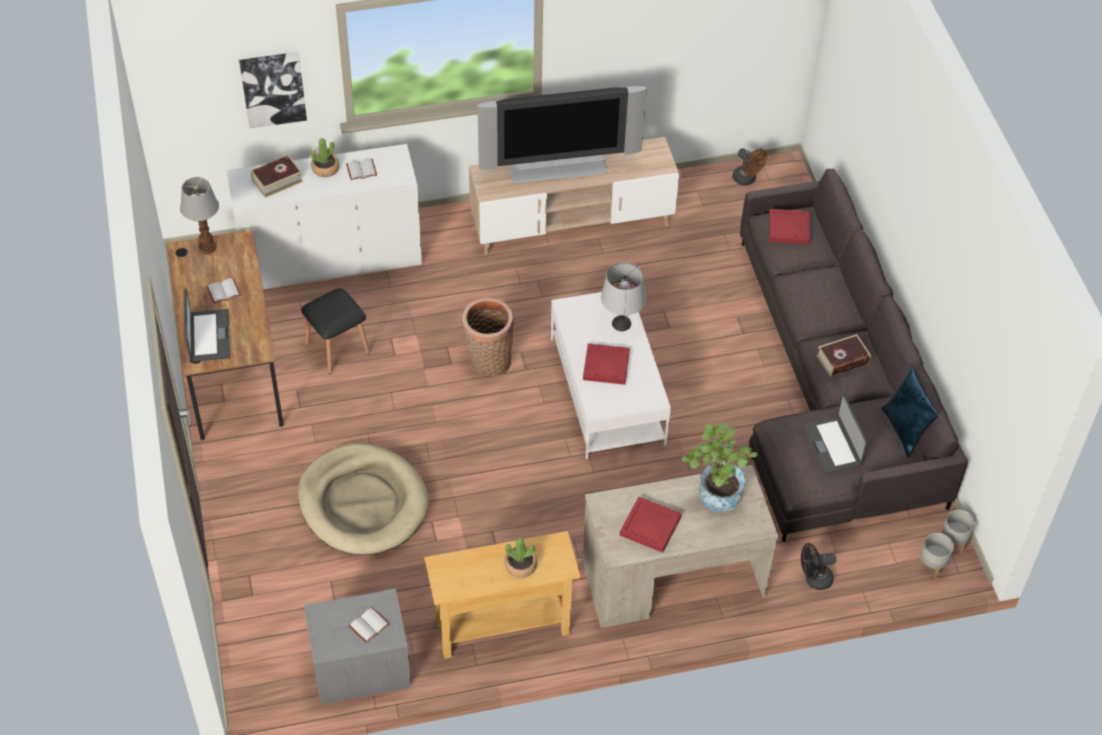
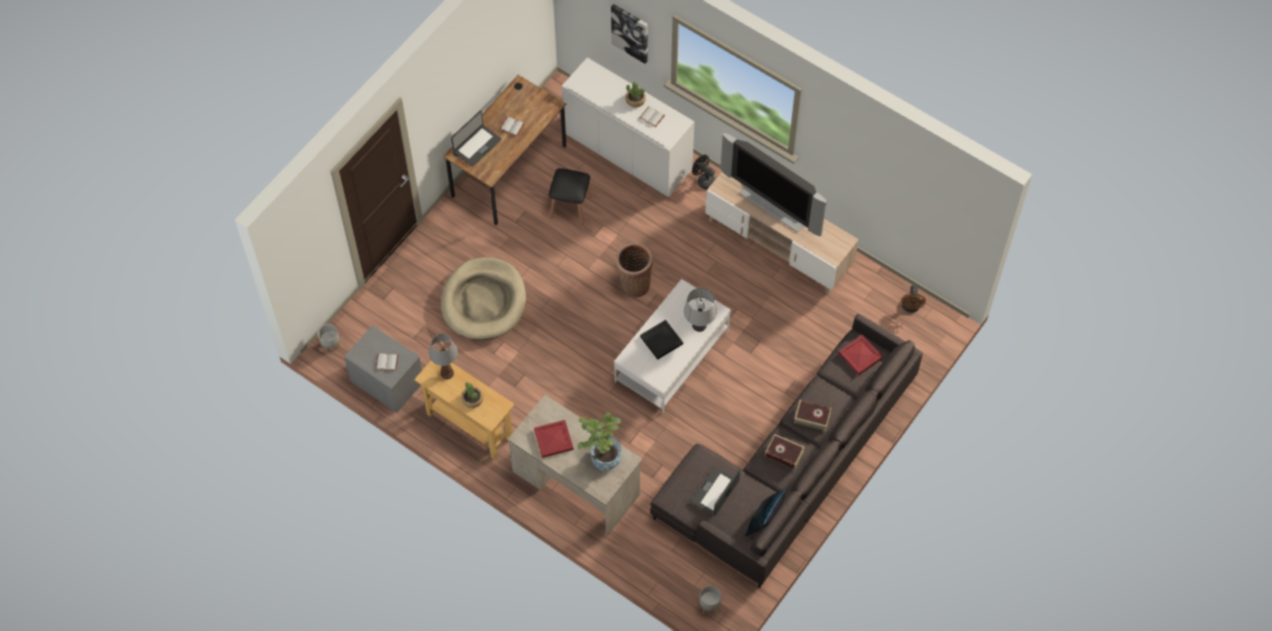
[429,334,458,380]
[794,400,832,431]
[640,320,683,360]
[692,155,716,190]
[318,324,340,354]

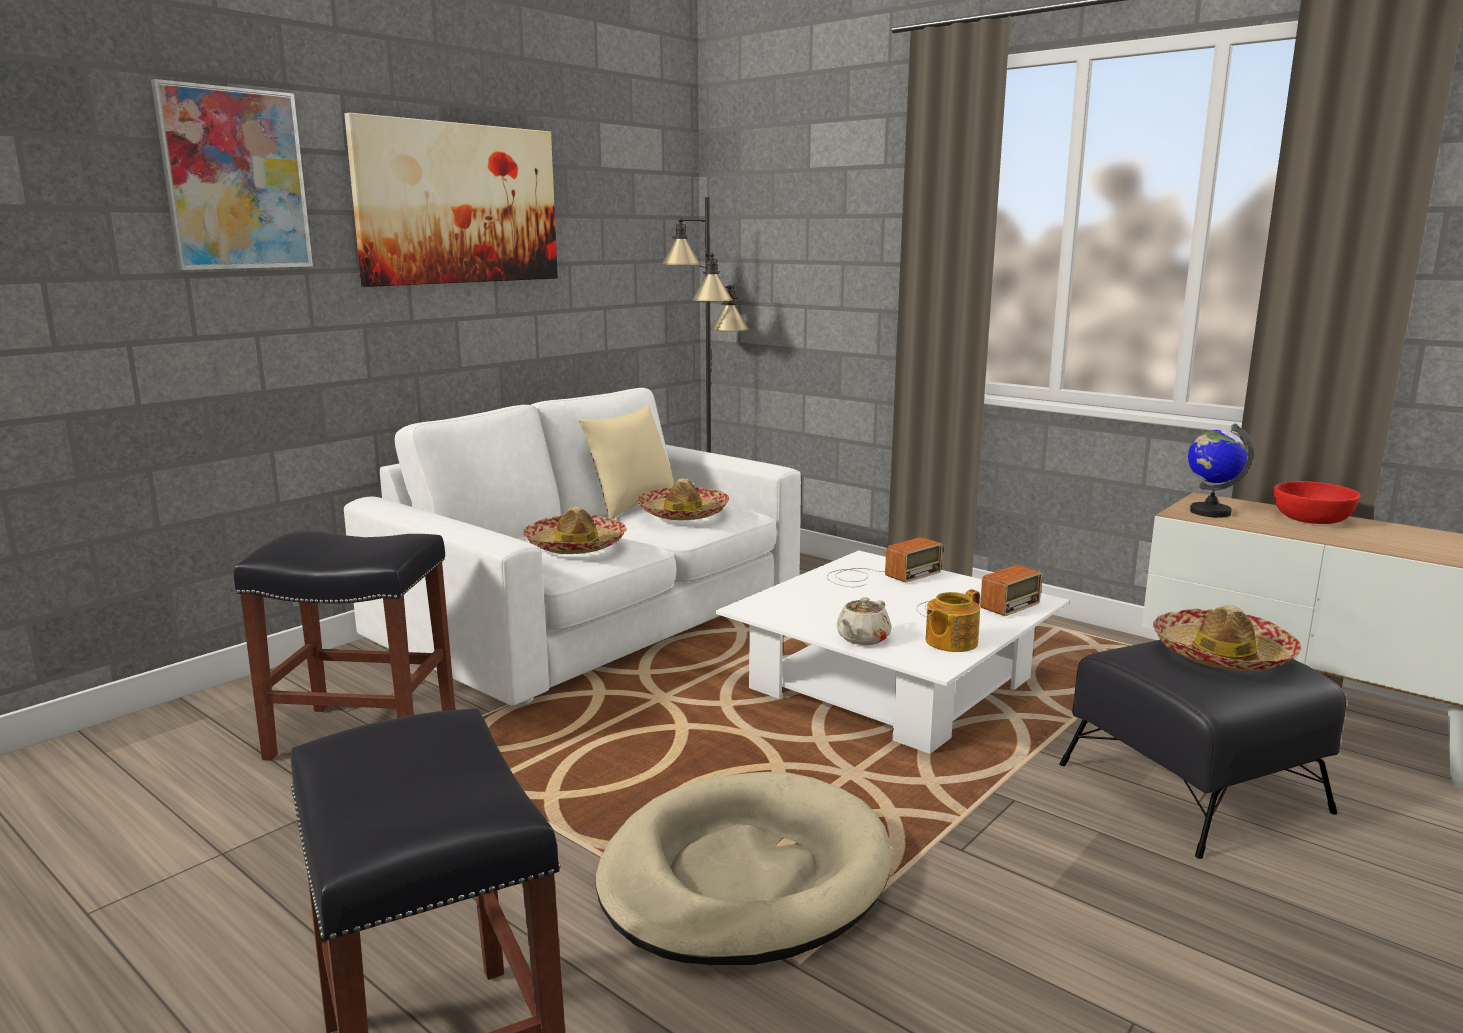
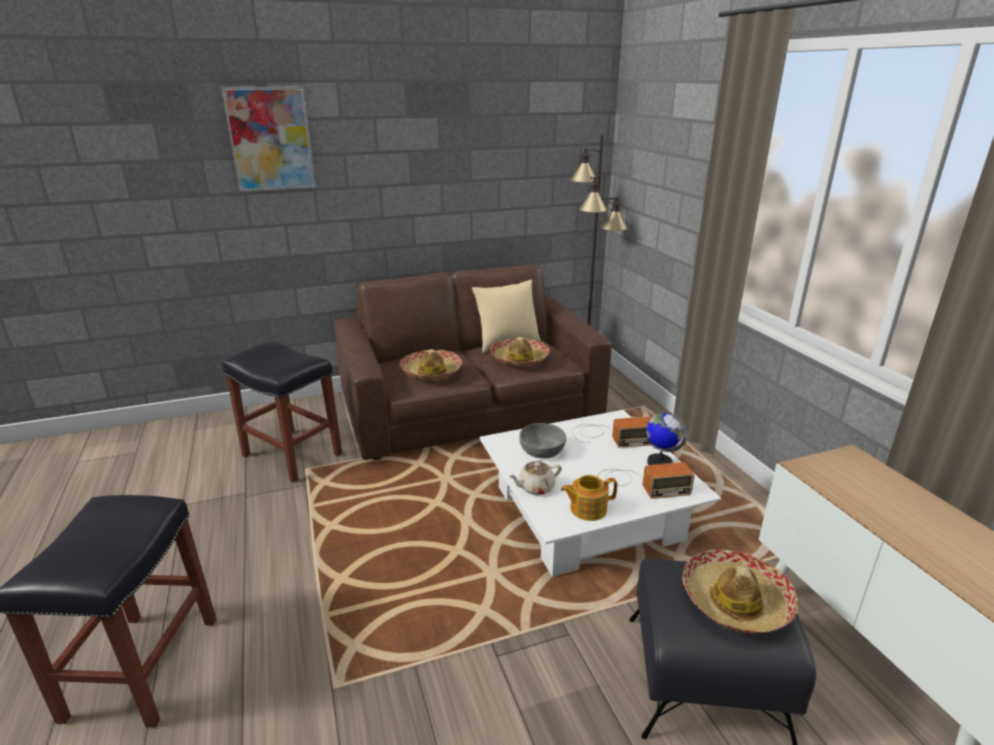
[344,113,558,287] (first image)
[334,265,612,460]
[596,772,892,965] (first image)
[646,413,688,465]
[1274,481,1360,524] (first image)
[519,423,566,458]

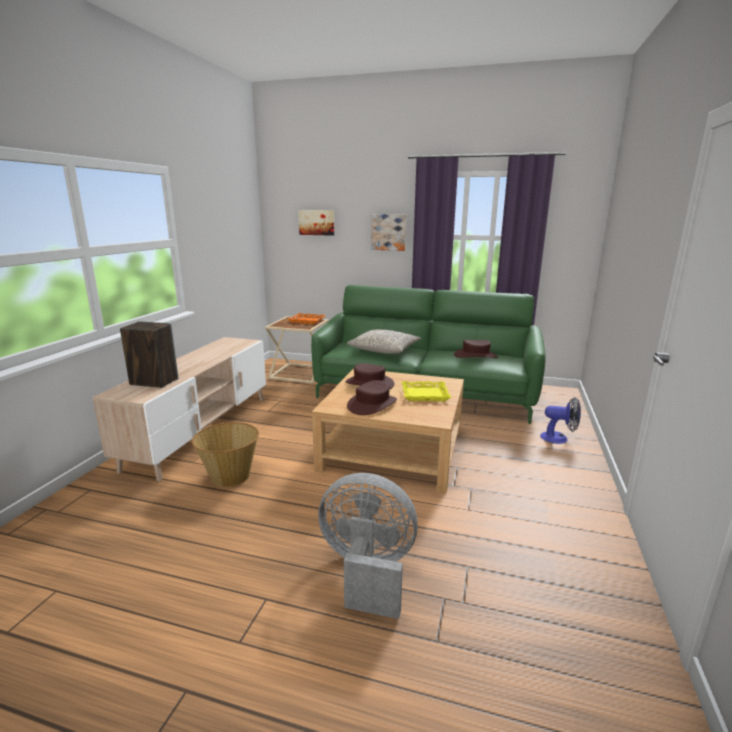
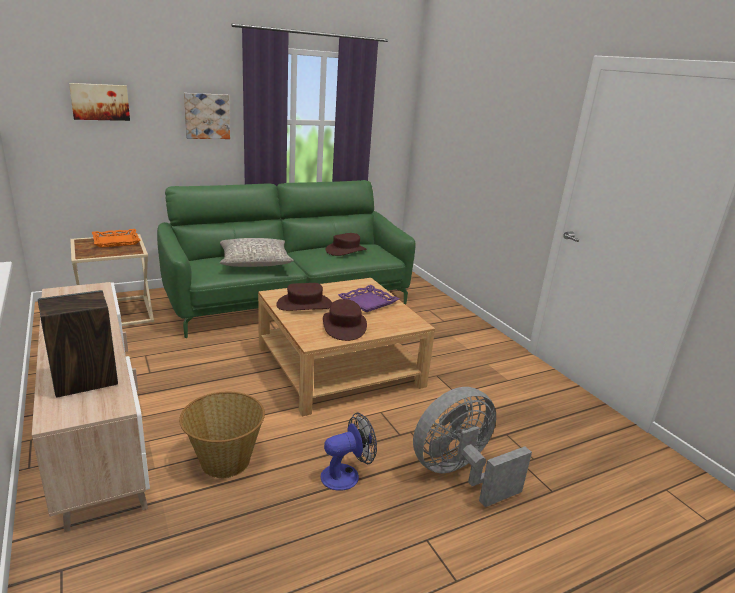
[338,285,399,312]
[321,413,377,491]

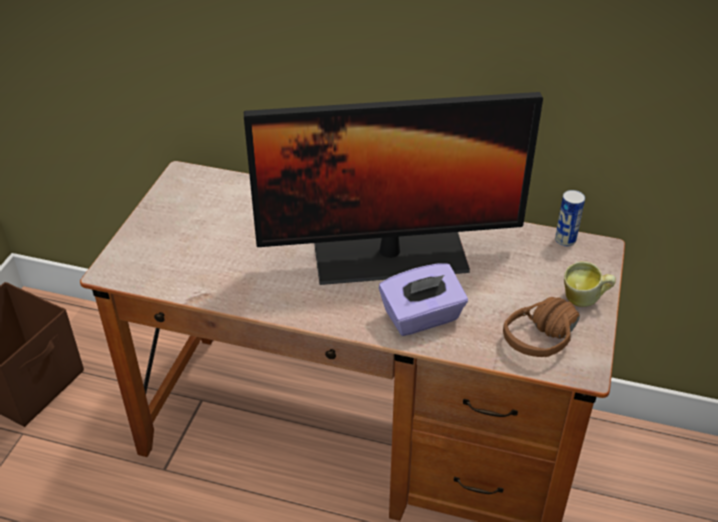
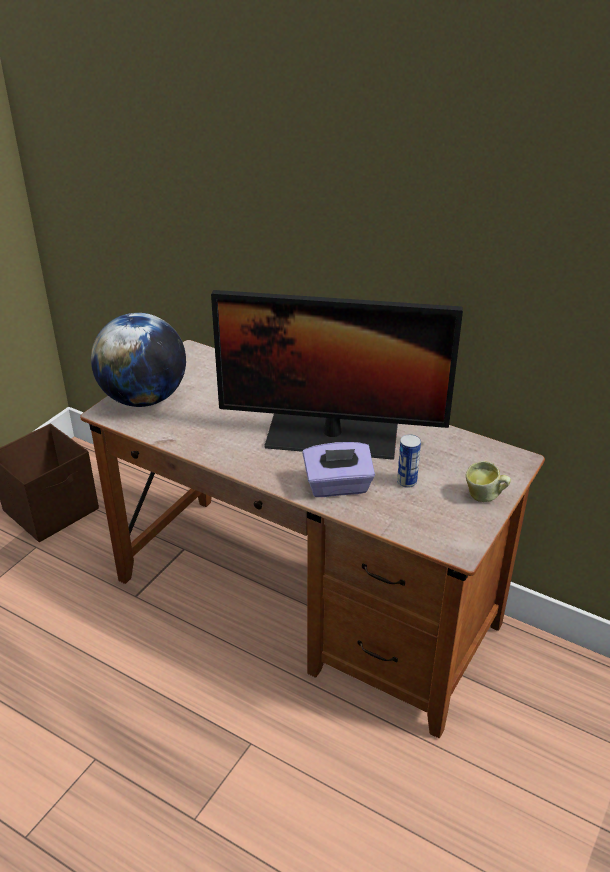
[503,297,580,357] (first image)
[397,434,421,488]
[91,313,186,407]

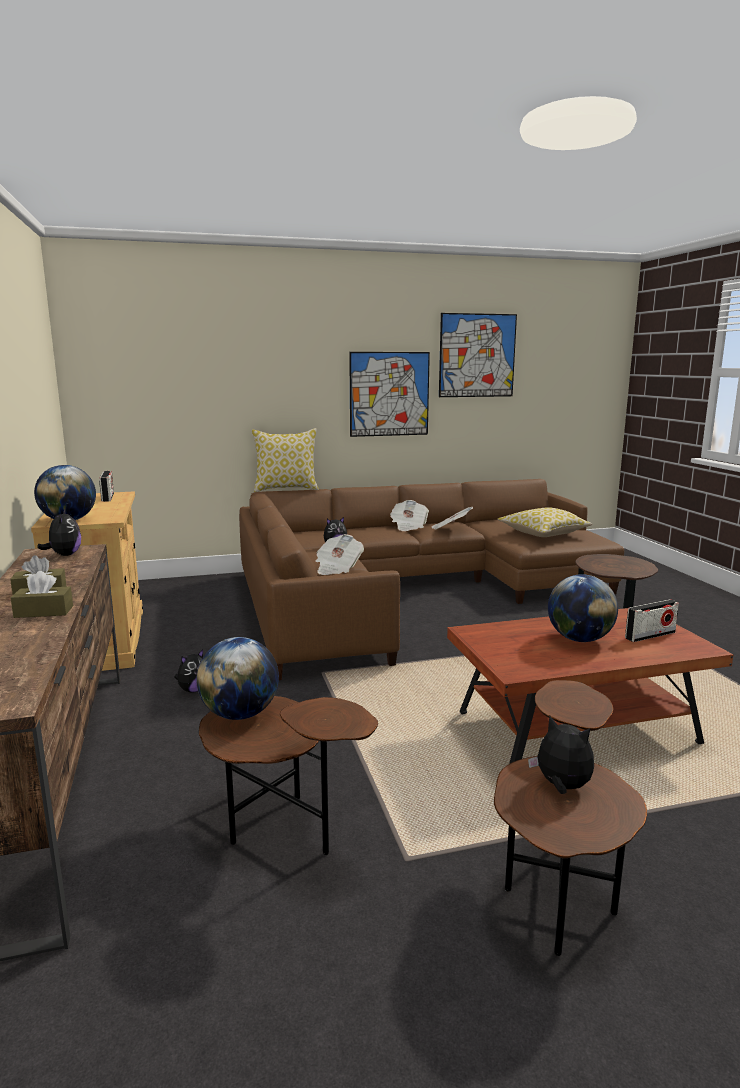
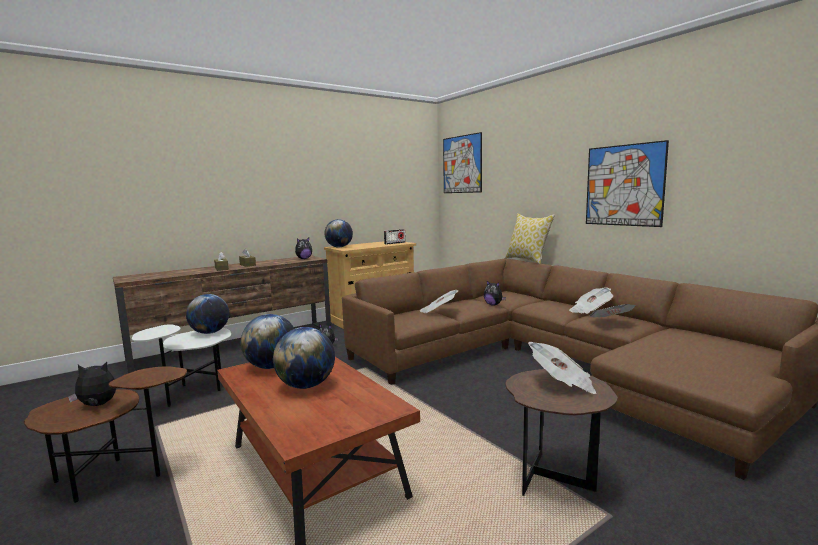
[132,324,231,407]
[443,132,482,193]
[497,507,593,537] (first image)
[68,362,116,406]
[625,600,679,642] (first image)
[241,314,294,369]
[528,342,596,394]

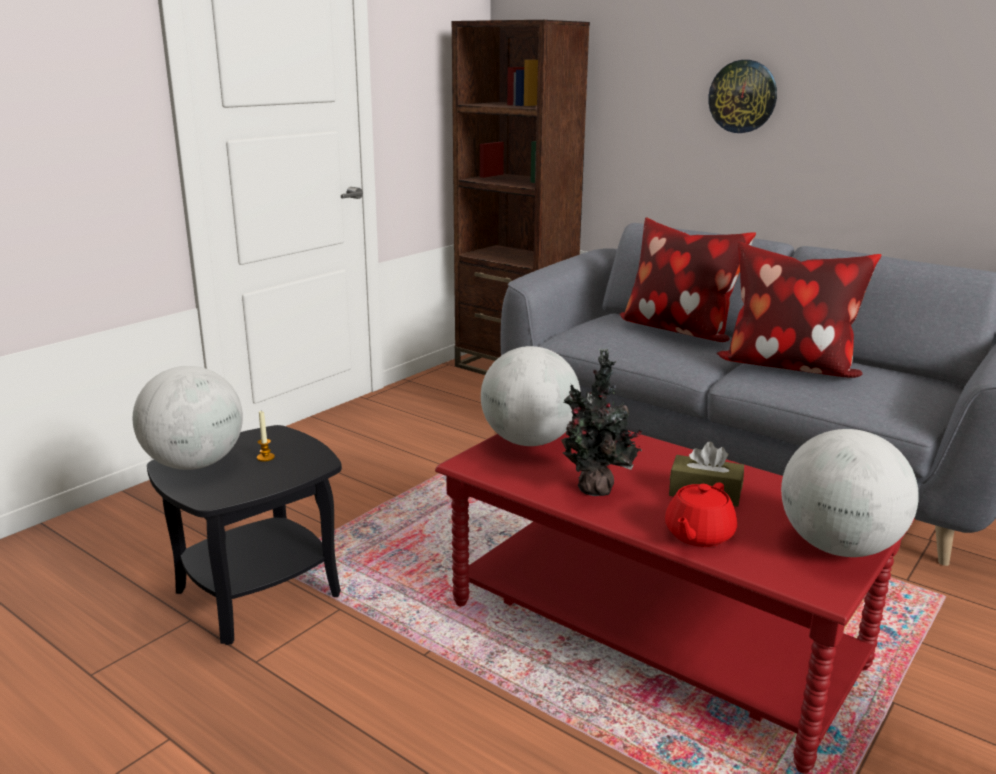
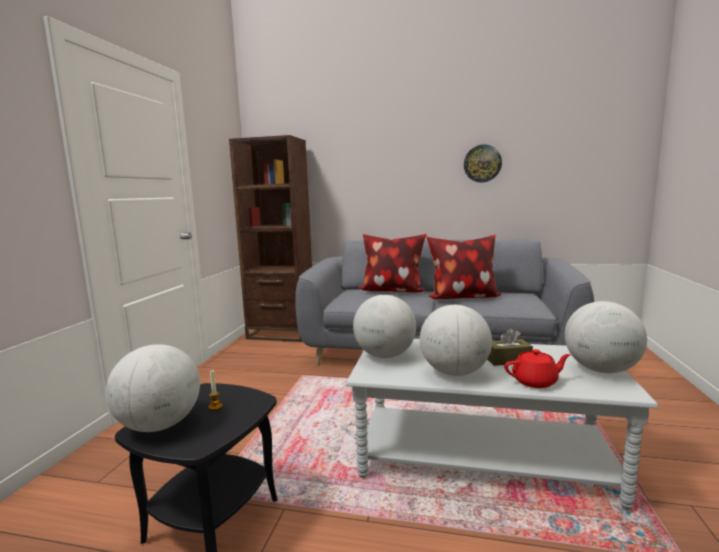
[346,339,658,511]
[420,305,492,376]
[504,349,571,388]
[464,144,502,183]

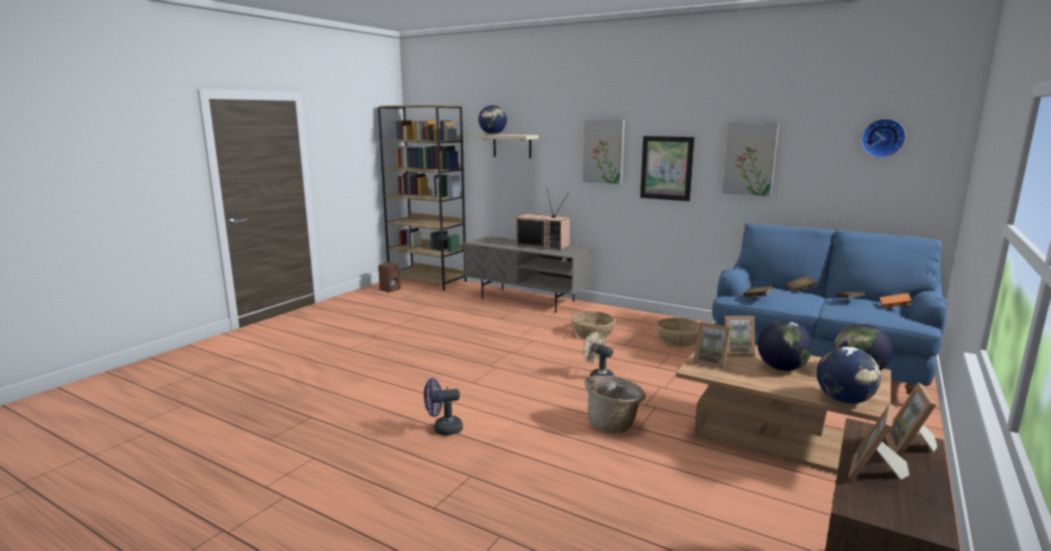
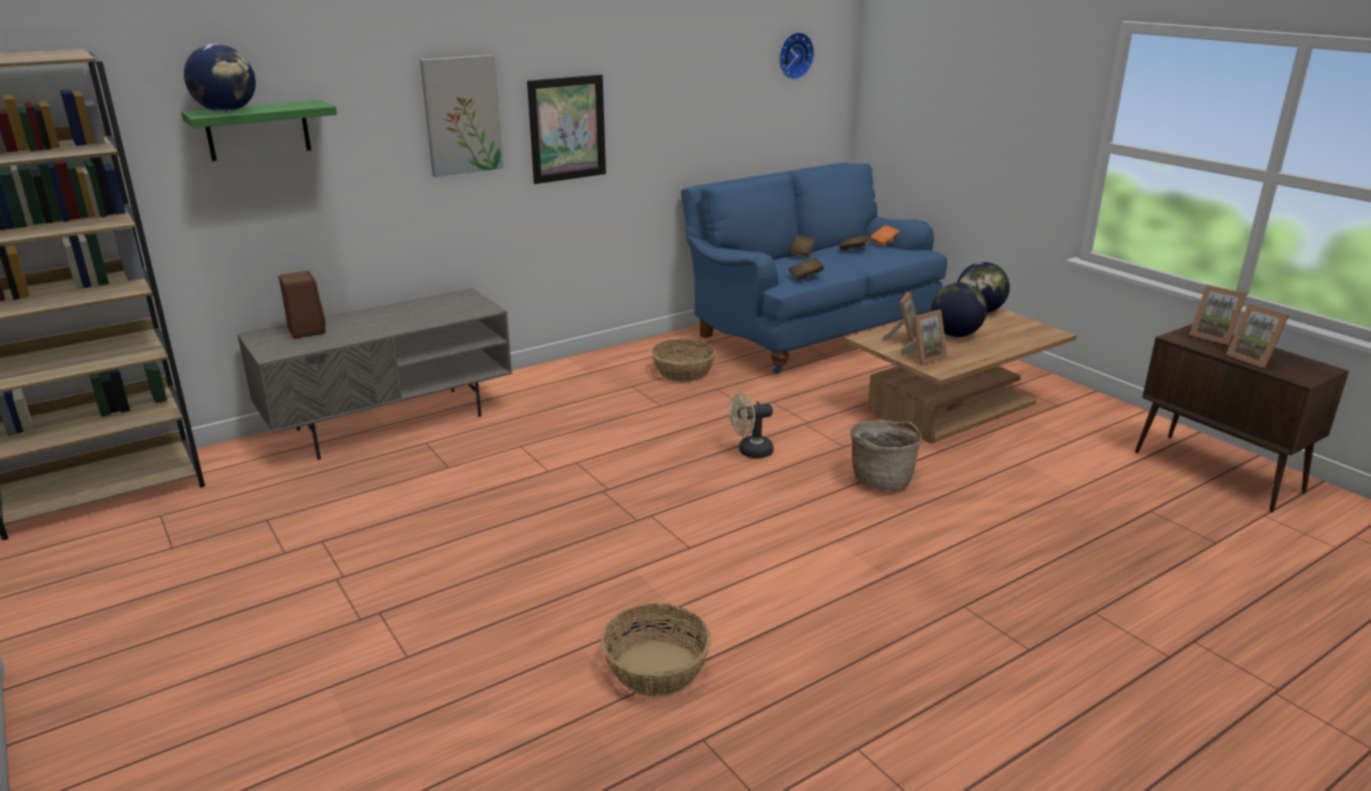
[279,271,326,339]
[424,378,463,436] (first image)
[181,100,337,161]
[516,190,570,250] (first image)
[601,604,711,696]
[722,123,779,196] (first image)
[817,346,881,404] (first image)

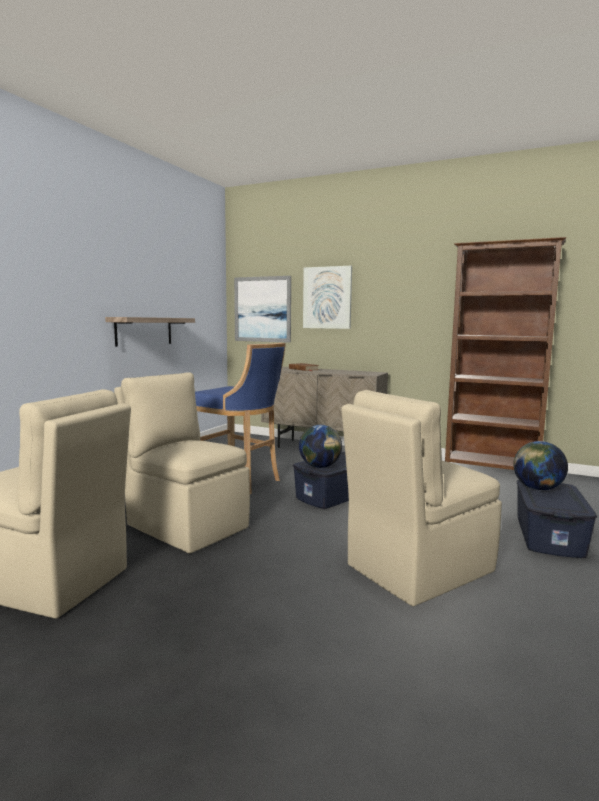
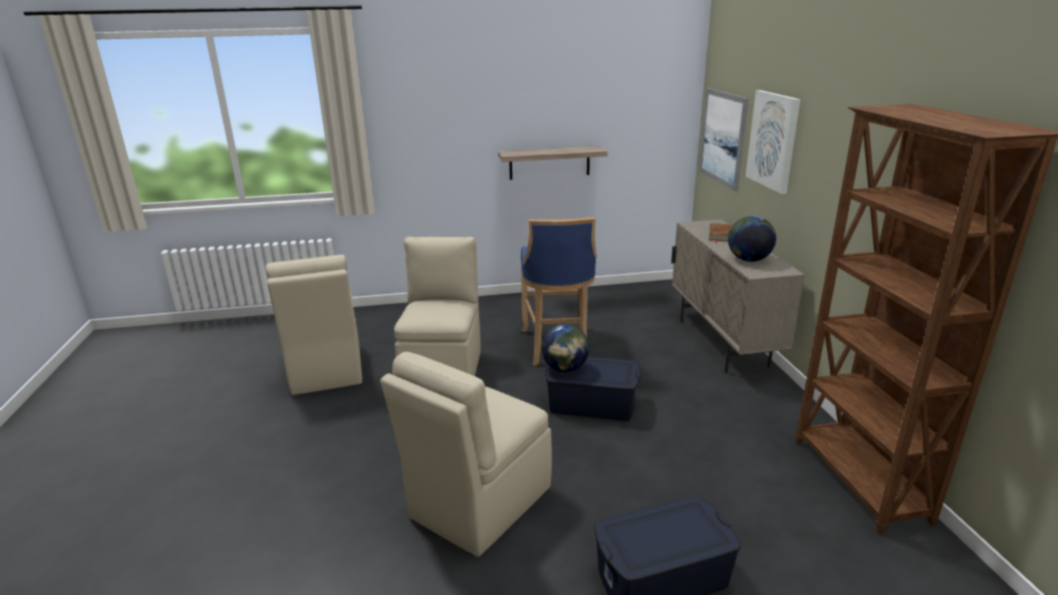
[380,352,552,557]
[728,216,776,262]

